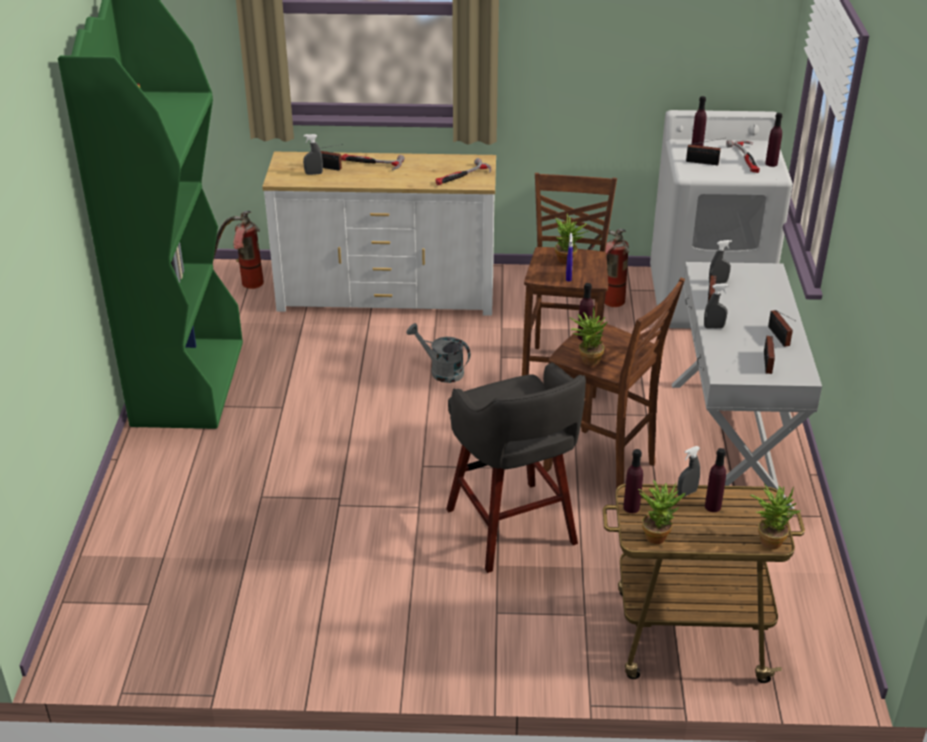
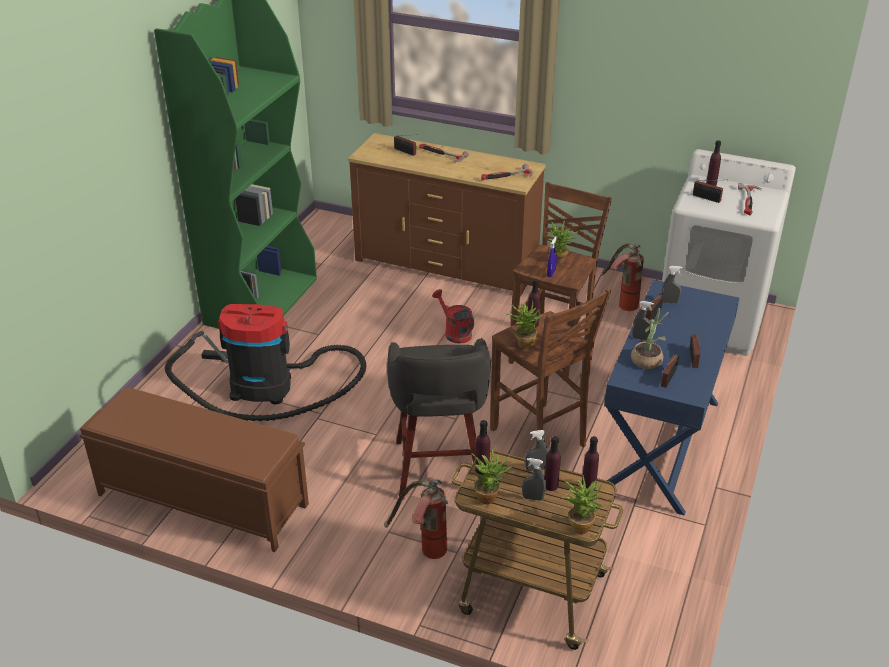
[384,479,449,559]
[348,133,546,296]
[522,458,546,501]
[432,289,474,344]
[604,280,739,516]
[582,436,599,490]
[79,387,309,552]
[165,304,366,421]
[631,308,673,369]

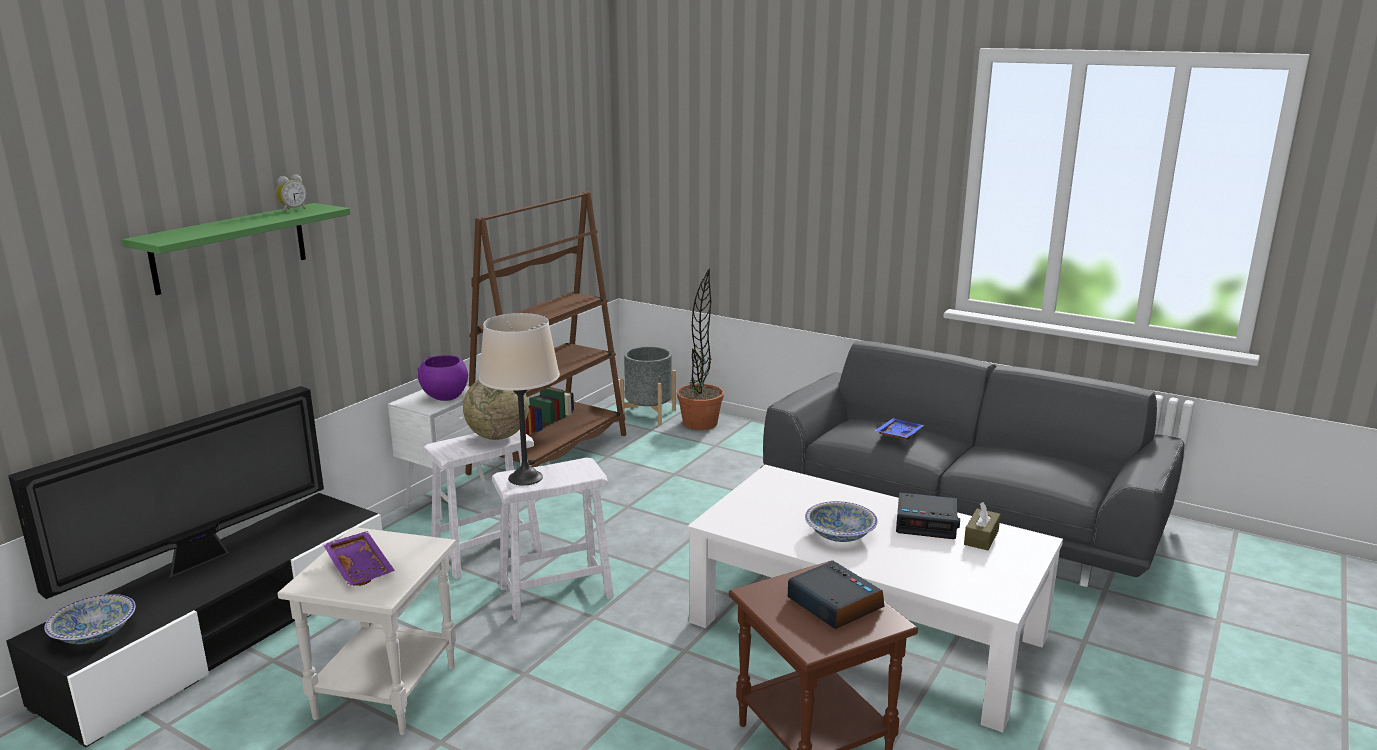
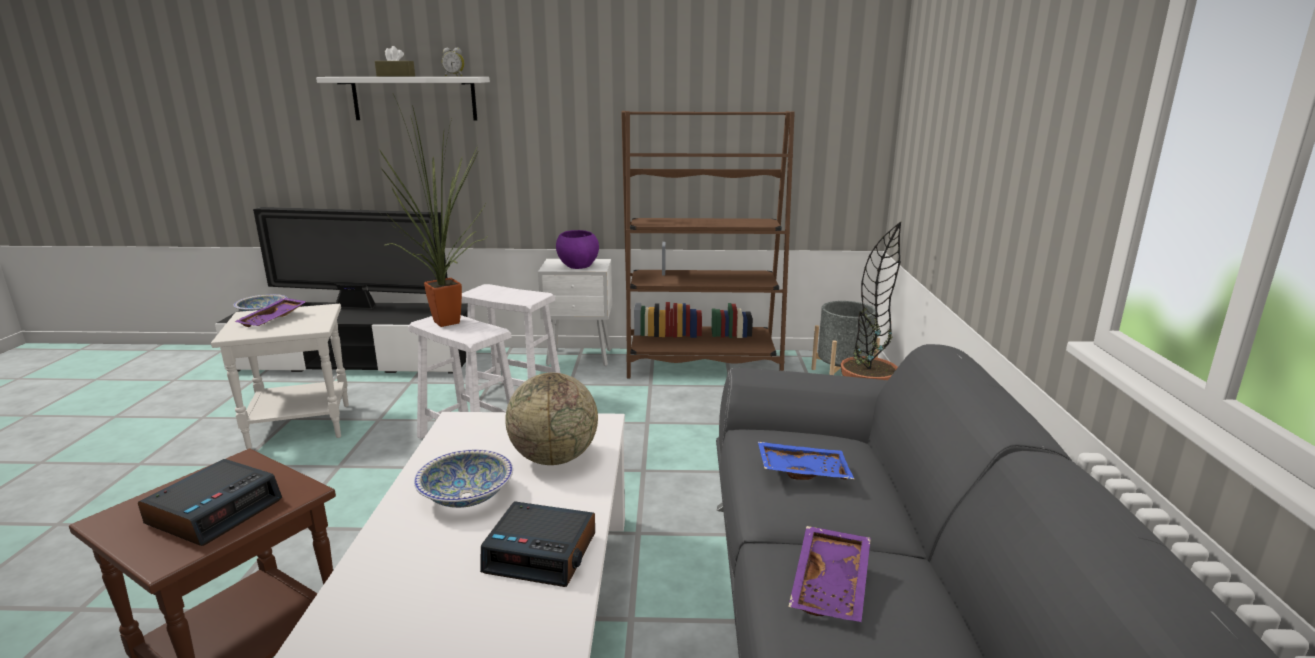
[316,77,490,120]
[505,373,598,465]
[379,94,487,327]
[480,501,595,587]
[375,46,415,77]
[788,526,871,622]

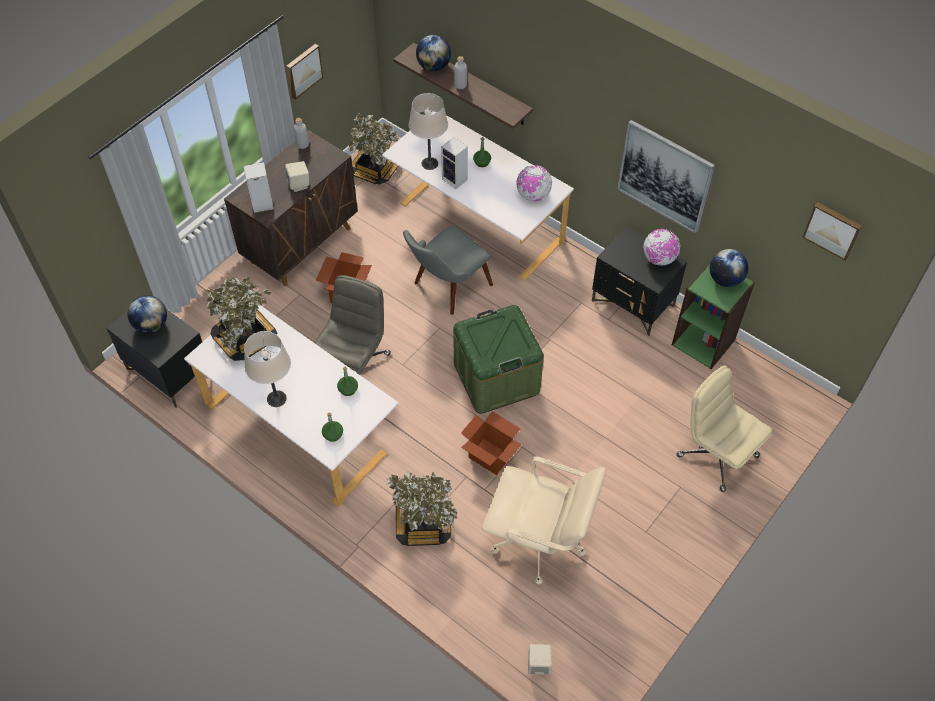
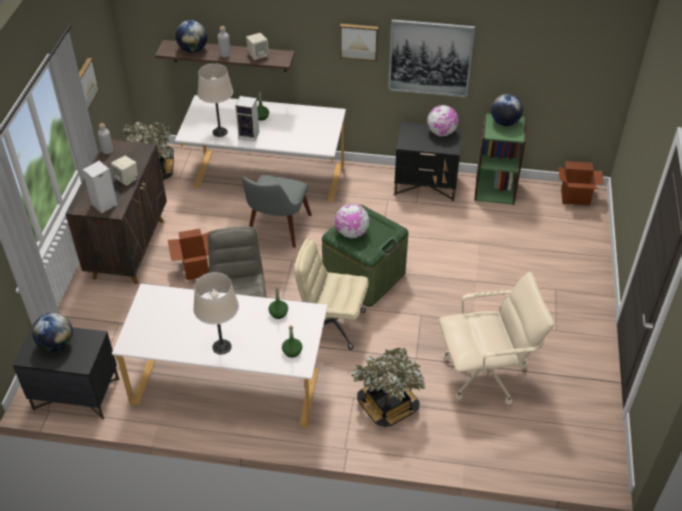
[206,277,278,361] (first image)
[558,161,604,206]
[335,204,369,238]
[246,33,269,60]
[294,238,369,350]
[340,24,378,61]

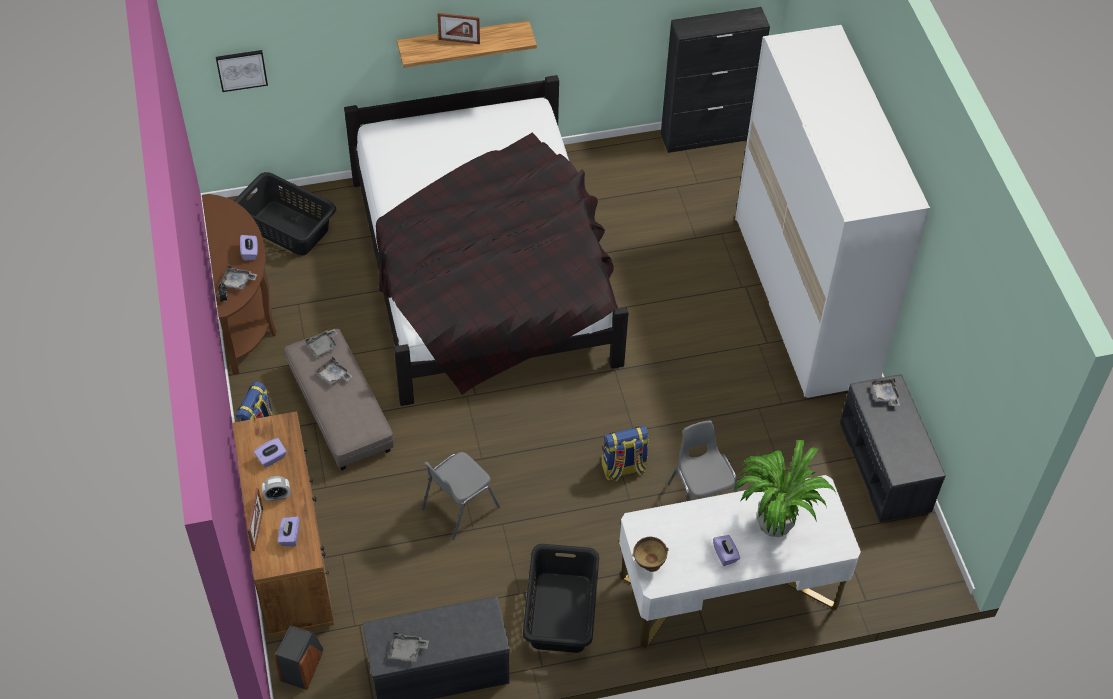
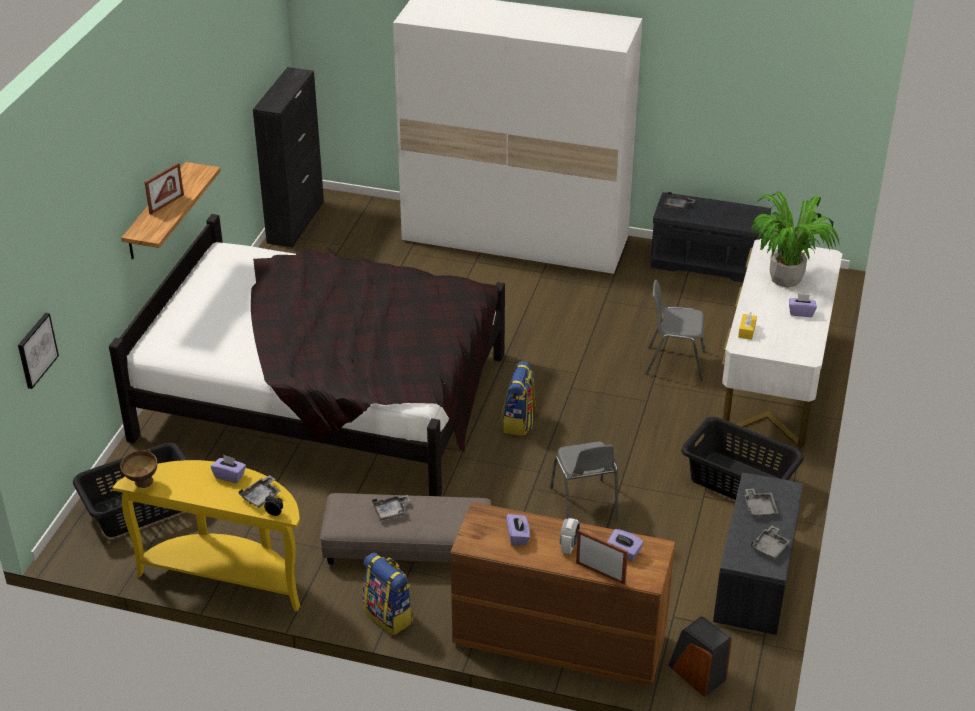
[113,460,300,612]
[745,489,779,517]
[502,361,537,436]
[120,449,157,488]
[738,312,757,340]

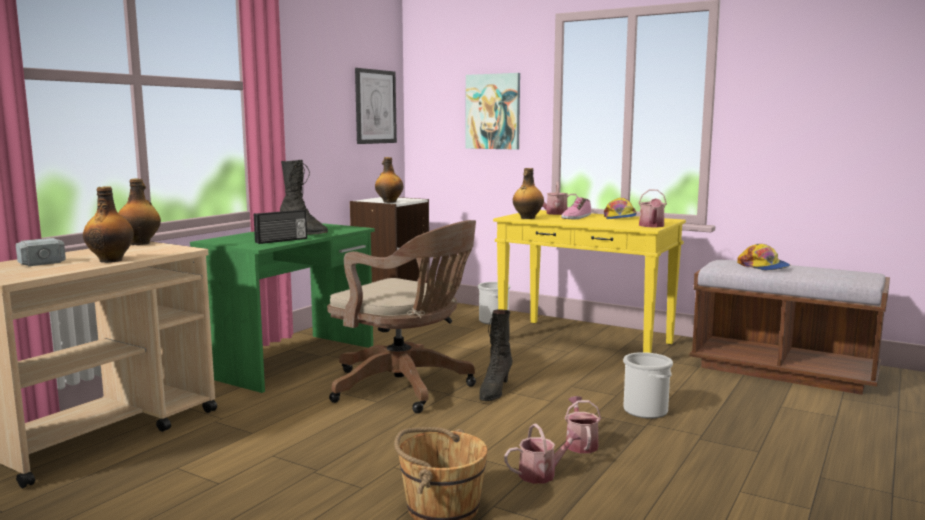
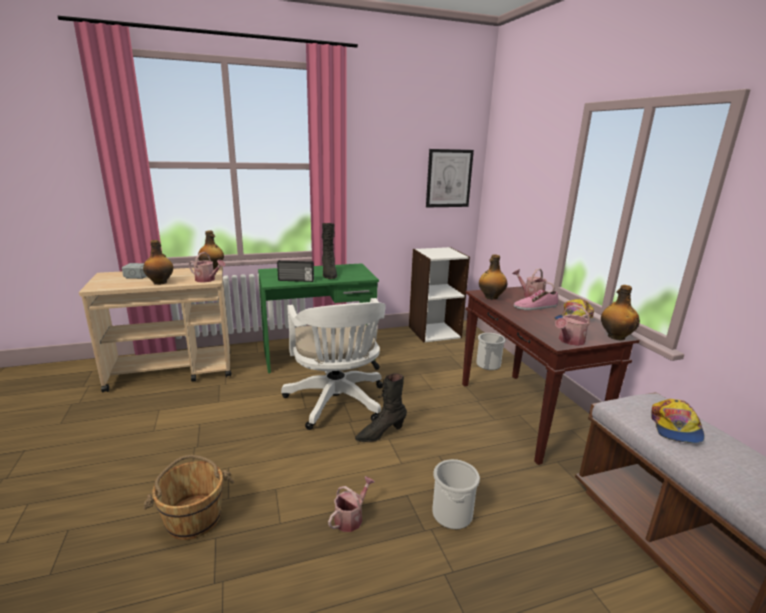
[281,298,386,430]
[601,285,640,340]
[466,73,520,150] (first image)
[462,286,639,465]
[188,252,226,283]

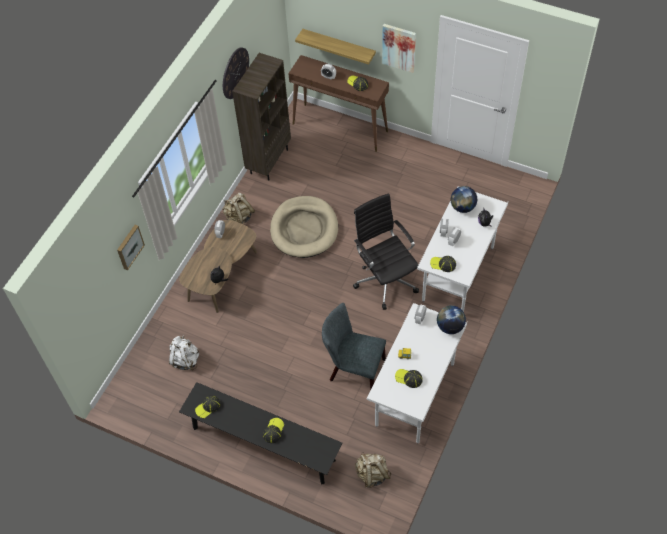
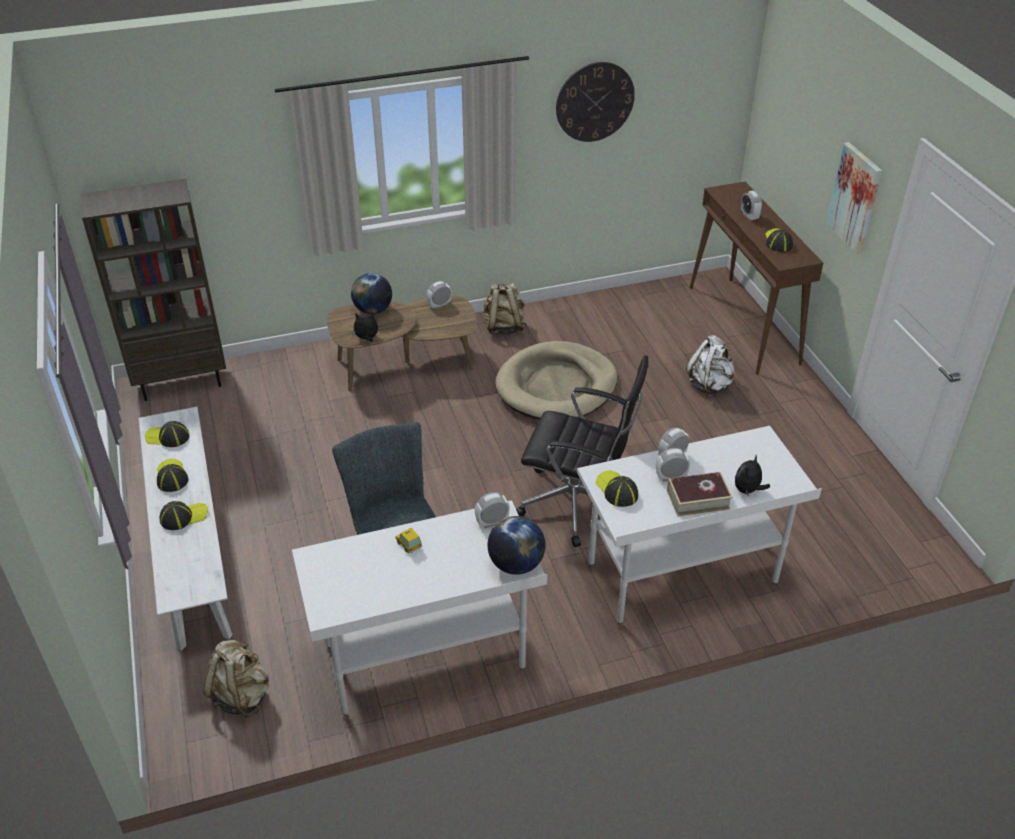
[117,225,145,270] (first image)
[686,335,735,396]
[139,407,233,651]
[81,179,226,401]
[295,29,376,65] (first image)
[516,355,648,547]
[157,459,188,492]
[351,273,392,314]
[667,472,732,517]

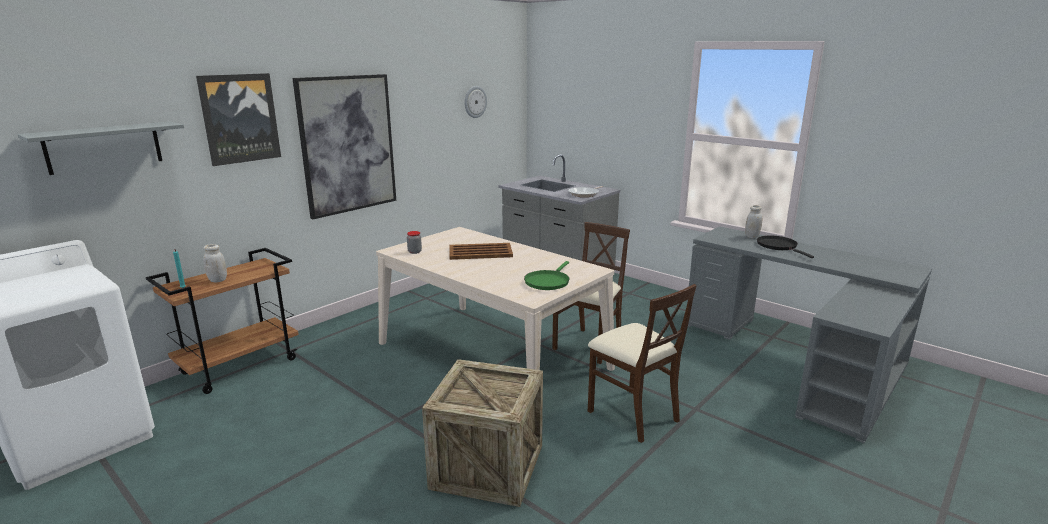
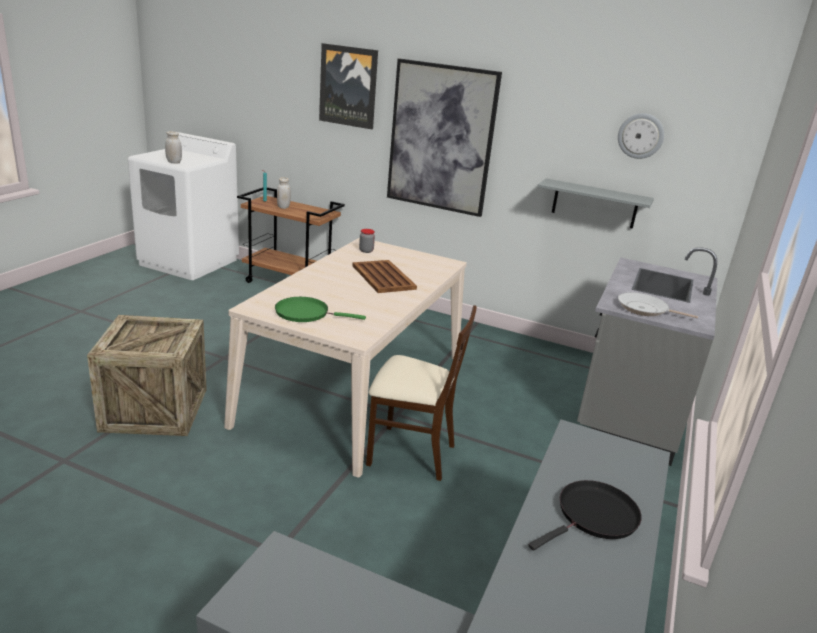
[538,178,654,229]
[588,284,697,443] (first image)
[165,131,182,164]

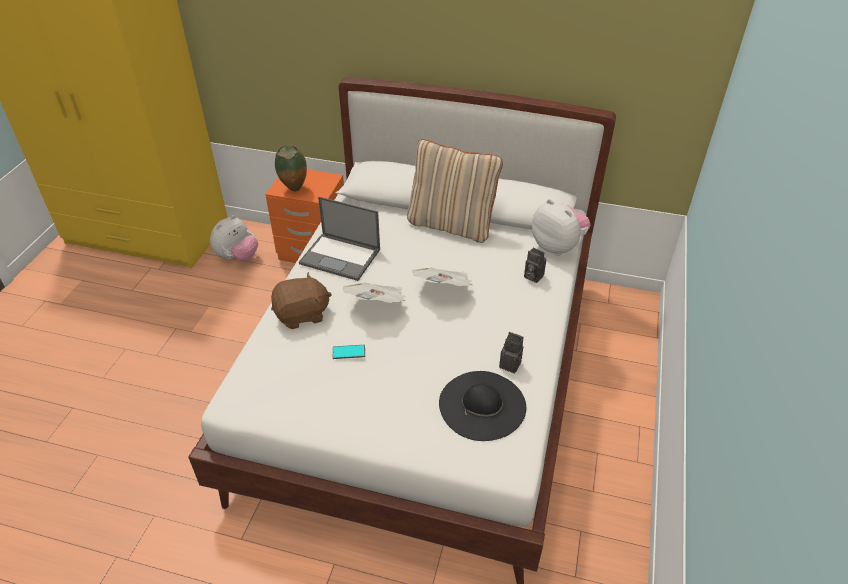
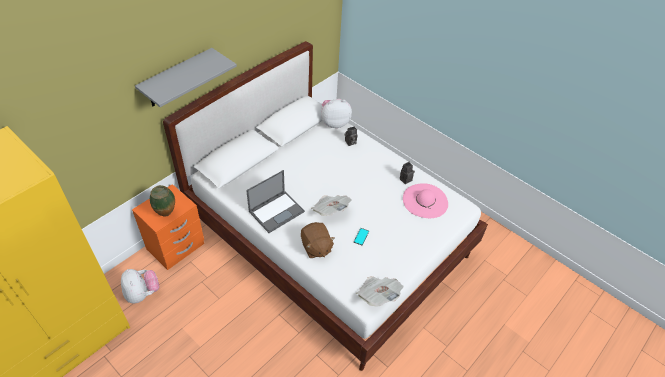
[301,222,335,258]
[407,139,503,243] (first image)
[356,276,404,306]
[403,183,448,218]
[135,48,237,107]

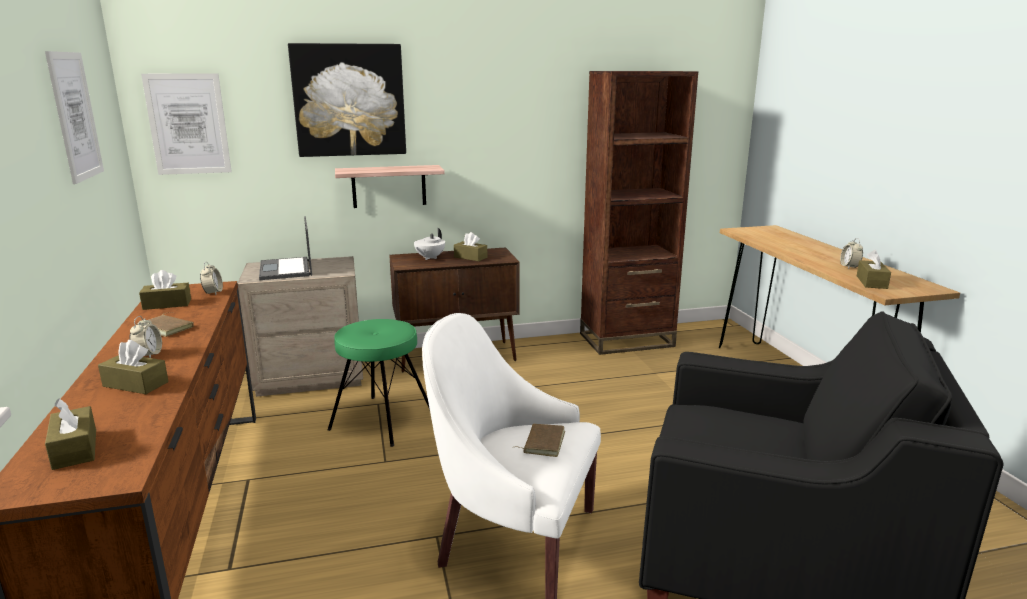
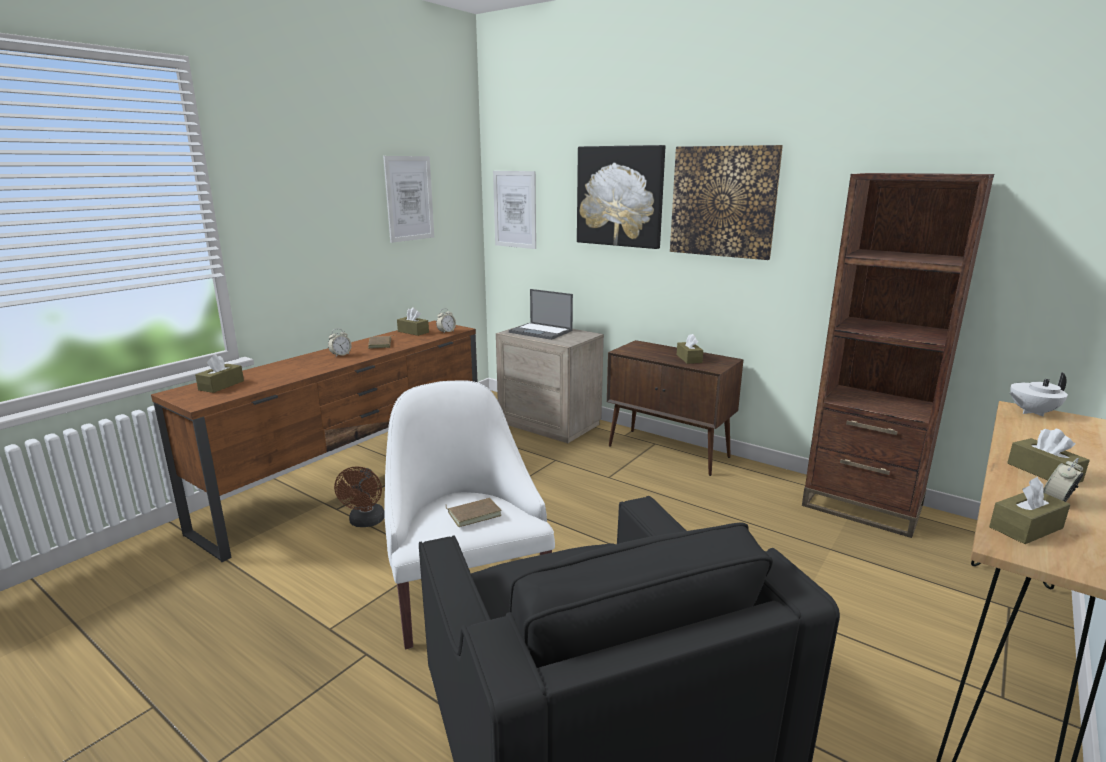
[1007,429,1090,483]
[509,289,573,340]
[328,319,430,447] (first image)
[335,165,445,208] (first image)
[1010,372,1068,417]
[334,466,385,527]
[670,145,783,260]

